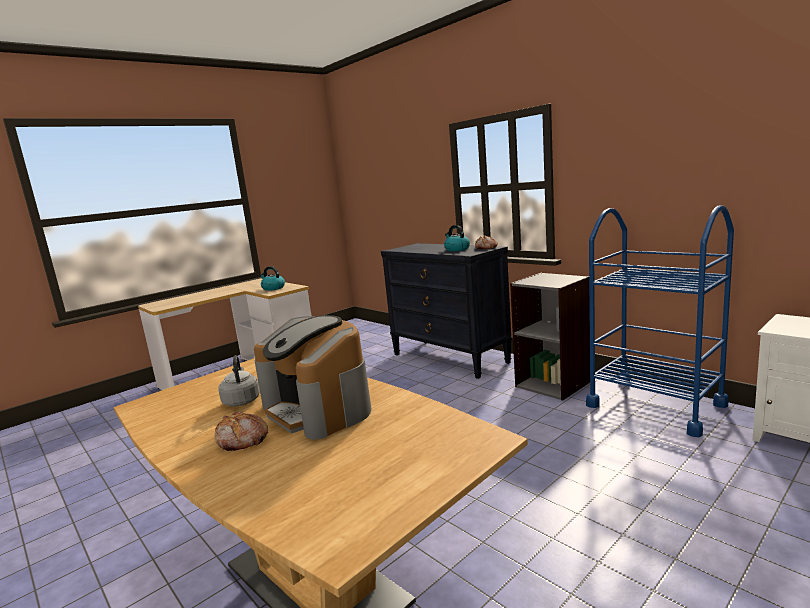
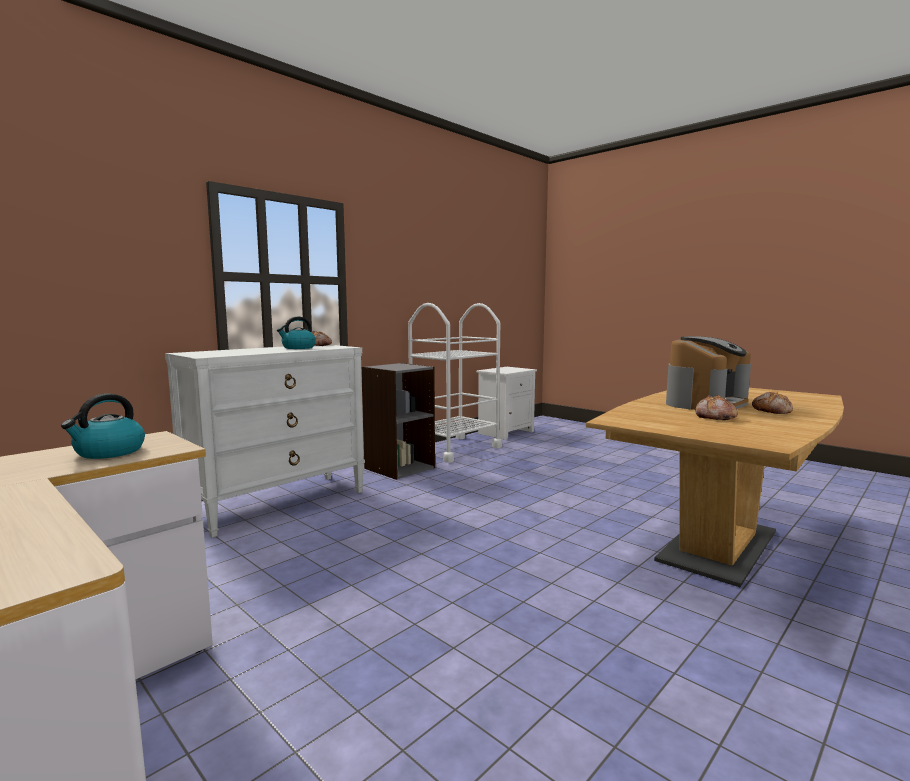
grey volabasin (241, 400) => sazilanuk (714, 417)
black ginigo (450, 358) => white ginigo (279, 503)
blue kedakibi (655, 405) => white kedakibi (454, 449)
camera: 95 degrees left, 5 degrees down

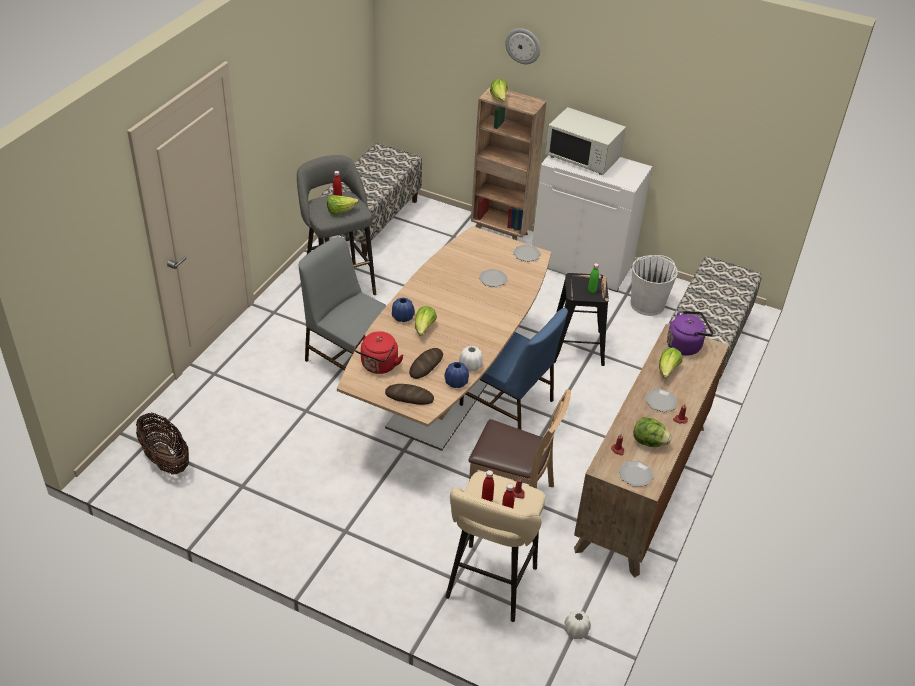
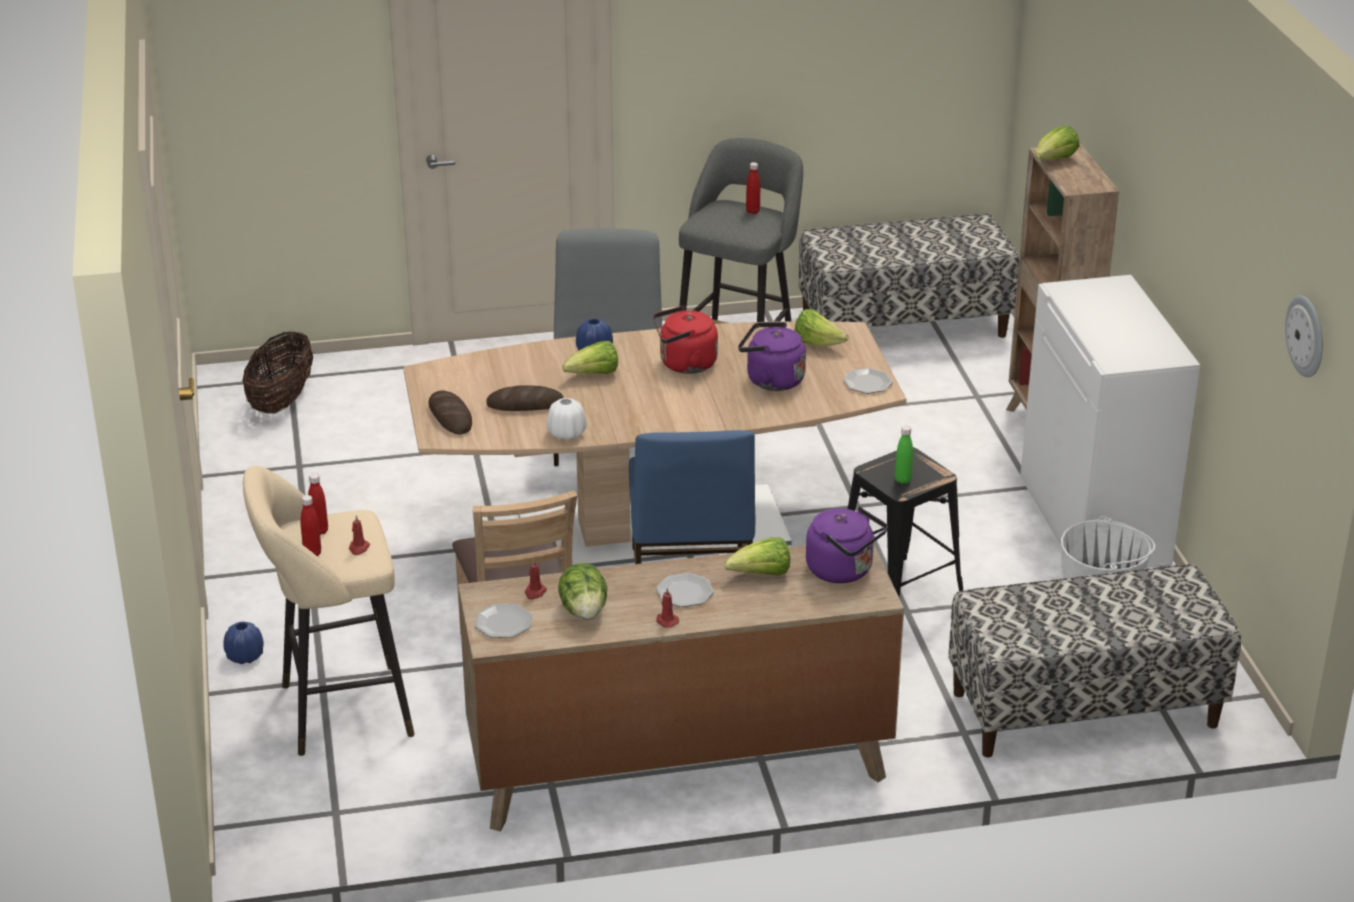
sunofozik (340, 211) => sunofozik (818, 344), moved
red volabasin (378, 366) => red volabasin (684, 364), moved
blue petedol (456, 382) => blue petedol (245, 656), moved
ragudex (492, 279) => purple volabasin (771, 380)
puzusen (523, 45) => puzusen (1306, 336), moved
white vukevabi (583, 158) => nothing
white petedol (576, 631) => nothing
camera: 55 degrees right, 10 degrees down

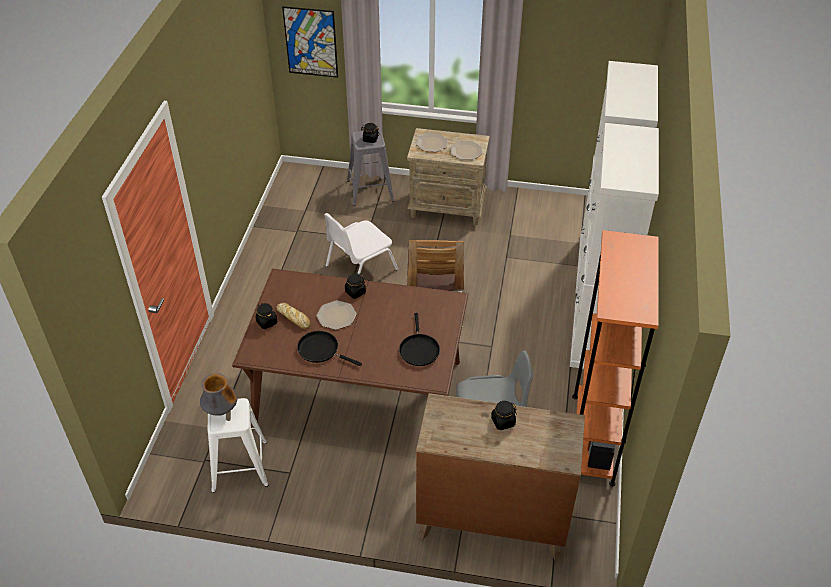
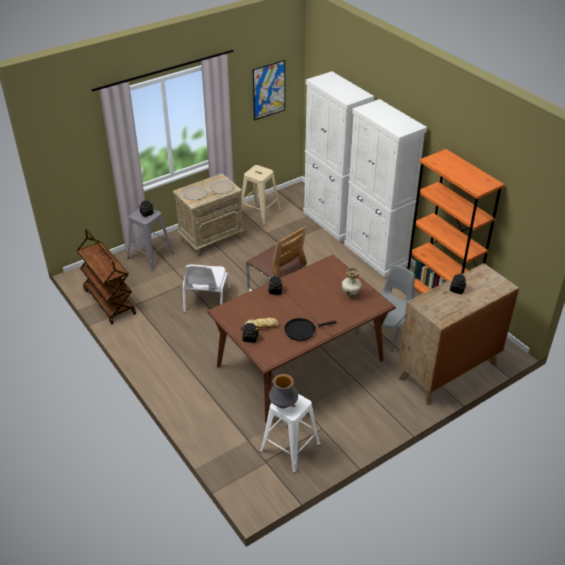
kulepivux (311, 42) => kulepivux (269, 90), moved
ragudex (336, 316) => nothing
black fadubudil (419, 349) => petedol (351, 295)
nothing => brown kedakibi (109, 301)
nothing => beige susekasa (260, 212)
camera: 45 degrees left, 5 degrees down

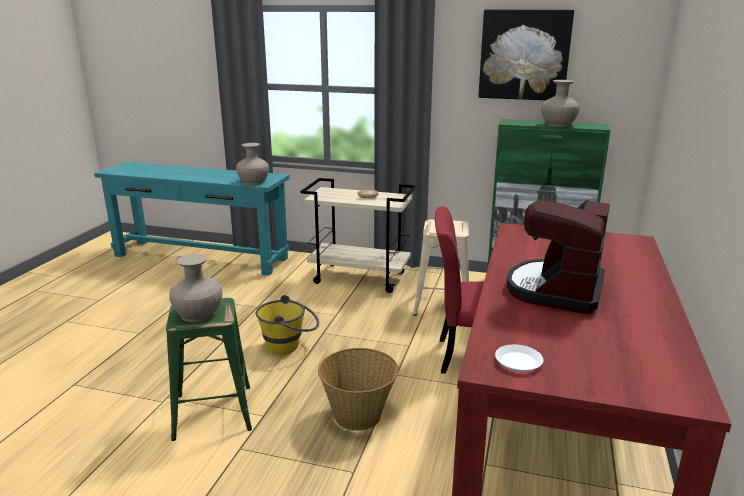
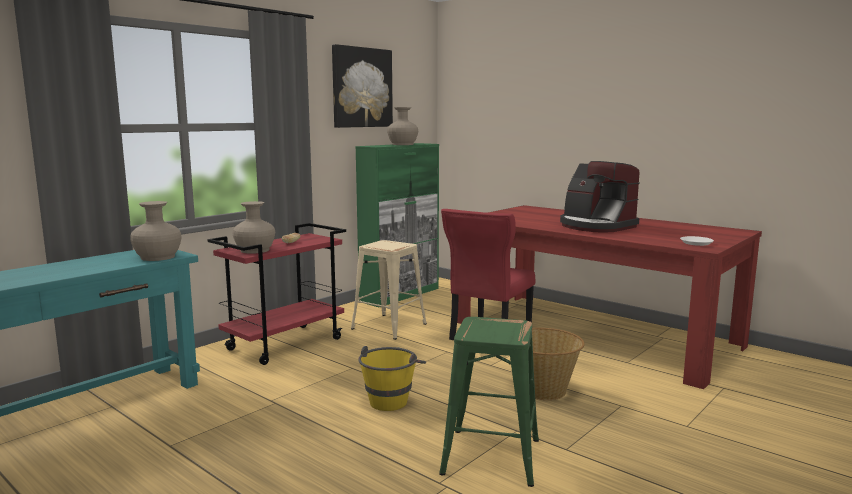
beige petedol (198, 313) => beige petedol (255, 250), moved
beige kedakibi (360, 278) => red kedakibi (285, 344)
camera: 65 degrees left, 10 degrees down

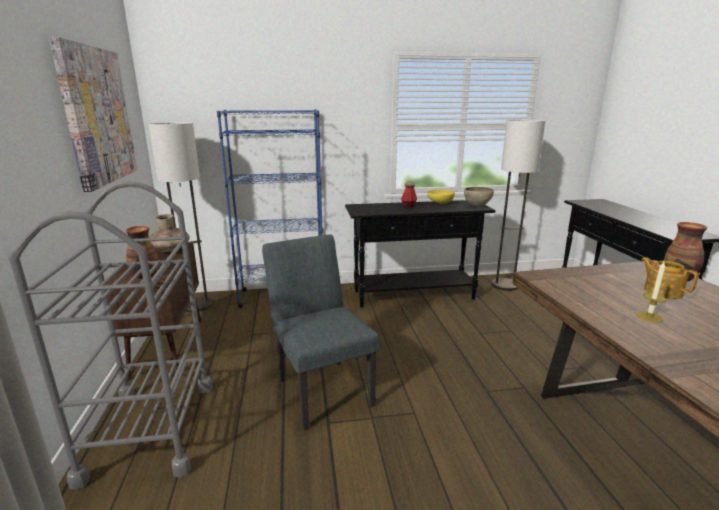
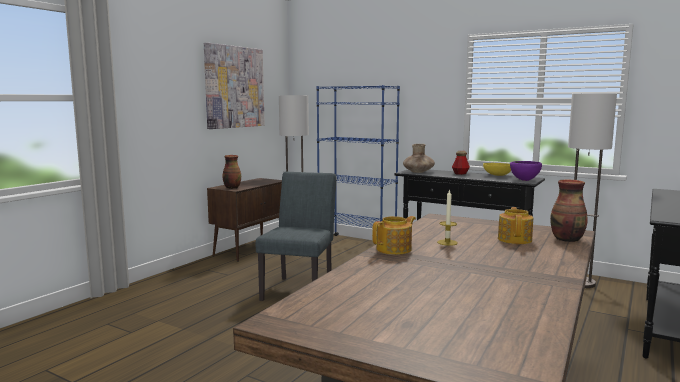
grey kedakibi (151, 429) => nothing
brown petedol (170, 249) => brown petedol (418, 172), moved
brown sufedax (477, 206) => purple sufedax (525, 180)
nothing => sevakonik (395, 249)
camera: 40 degrees right, 10 degrees down

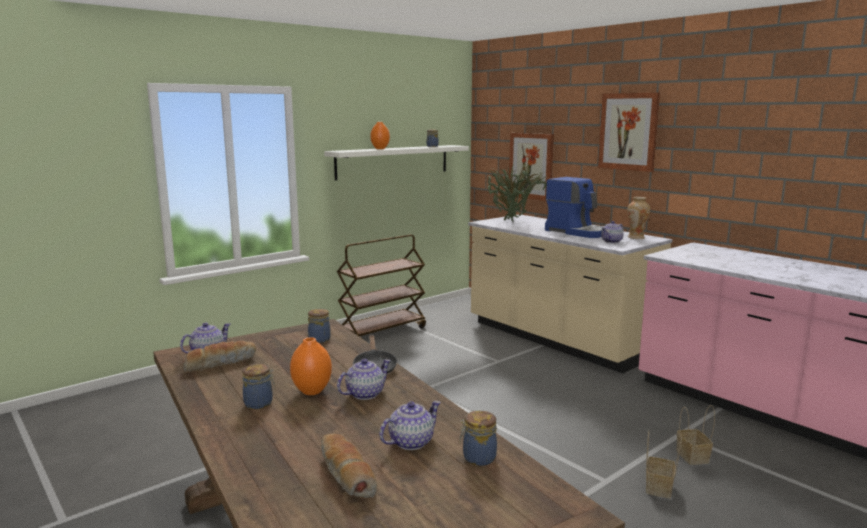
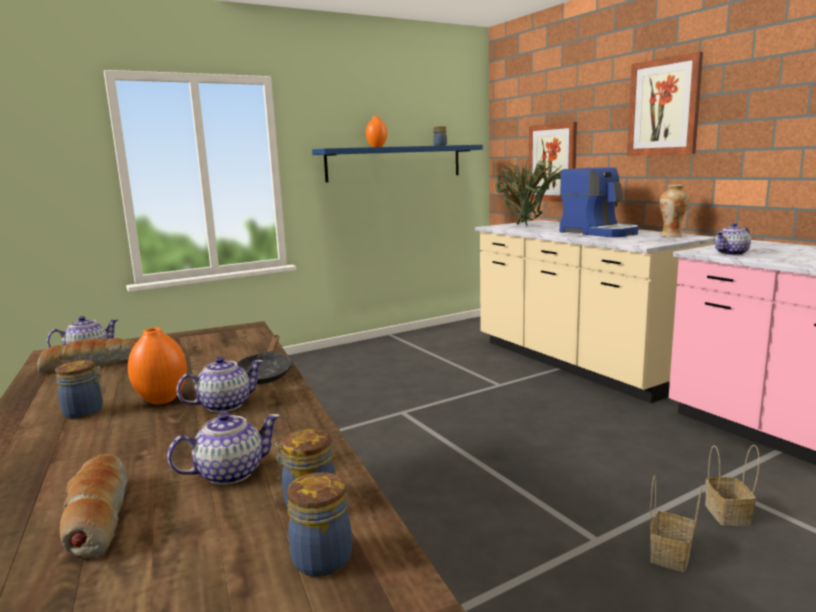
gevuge (319, 339) => gevuge (323, 557), moved
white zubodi (393, 161) => blue zubodi (395, 163)
brown kedakibi (382, 332) => nothing
sevakonik (612, 241) => sevakonik (732, 253), moved
camera: 10 degrees right, 0 degrees up

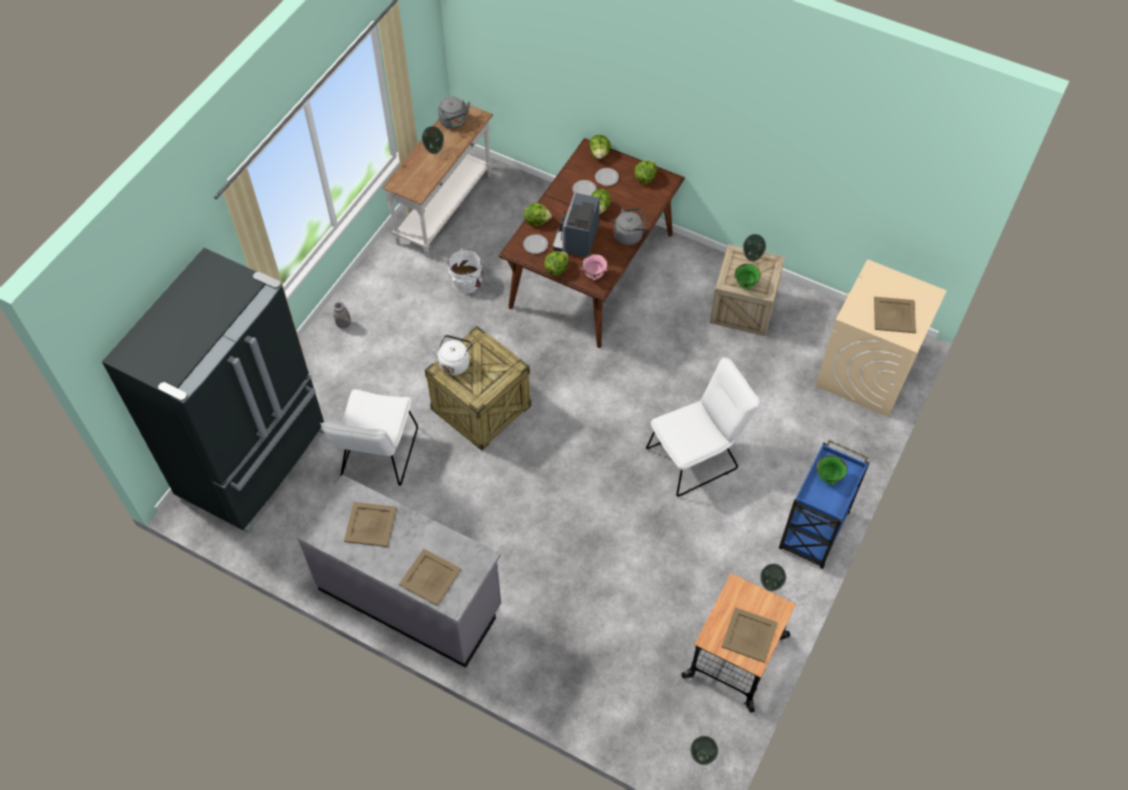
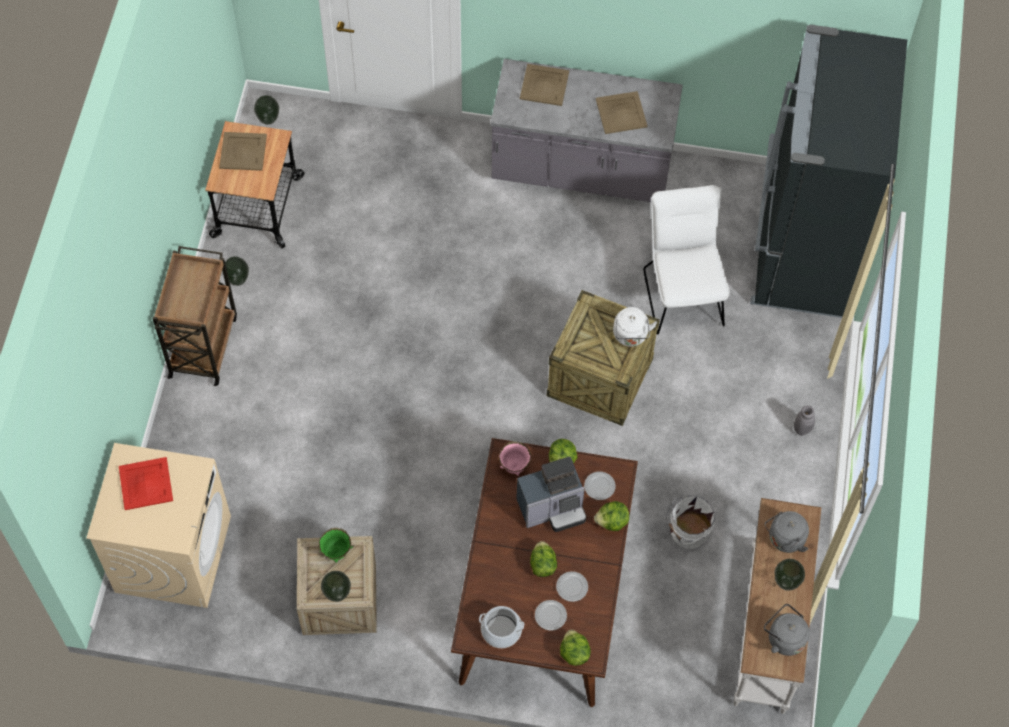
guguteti (577, 240) => guguteti (552, 508), 75 degrees clockwise
grey volabasin (629, 235) => grey volabasin (785, 540), moved
sunofozik (645, 178) => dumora (501, 631)
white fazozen (697, 456) => nothing
blue kedakibi (813, 532) => brown kedakibi (203, 345)
green sufedax (828, 477) => nothing
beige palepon (894, 315) => red palepon (145, 484)
camera: 160 degrees right, 5 degrees up

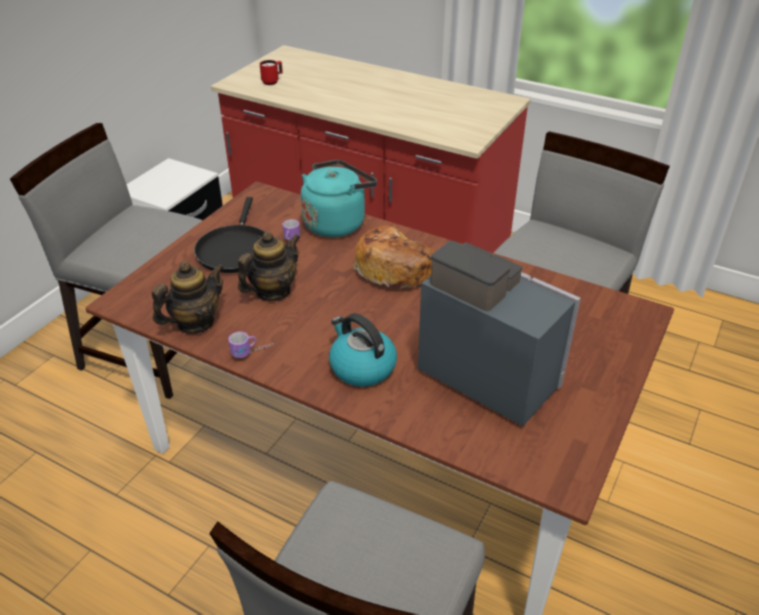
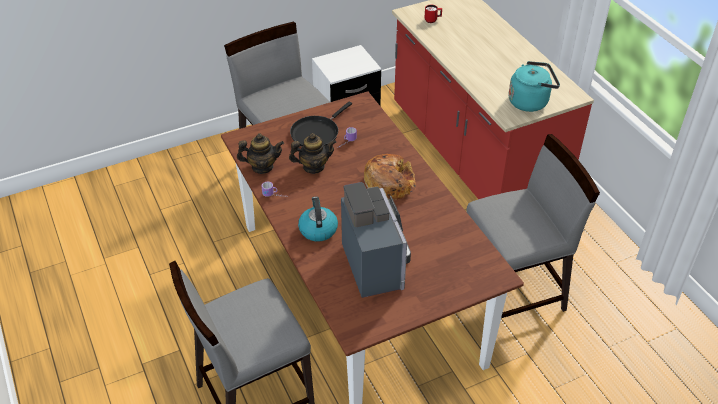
turquoise volabasin (337, 222) => turquoise volabasin (530, 101), moved
camera: 35 degrees right, 5 degrees up

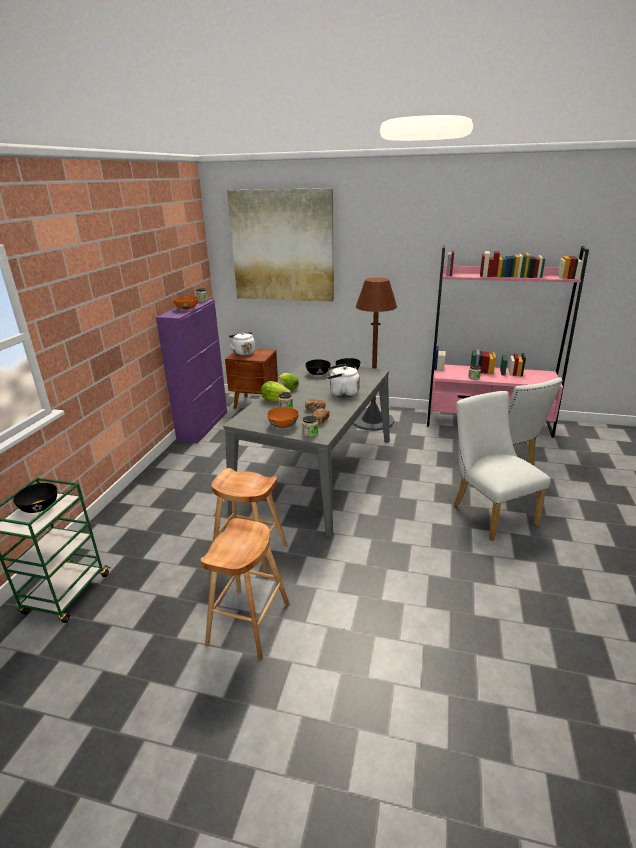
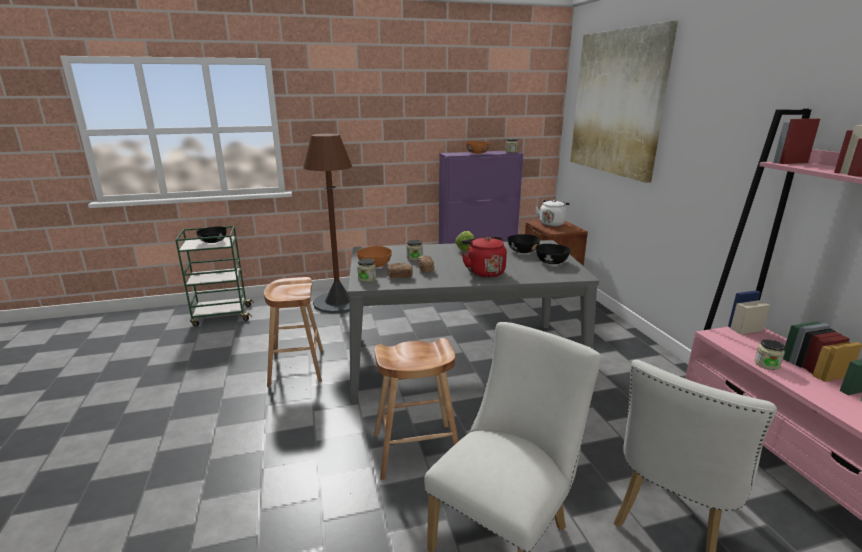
brown susekasa (249, 622) => brown susekasa (417, 450), moved
sunofozik (274, 400) => nothing
white volabasin (342, 394) => red volabasin (483, 272)
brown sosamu (372, 421) => brown sosamu (338, 302), moved
camera: 60 degrees right, 5 degrees down

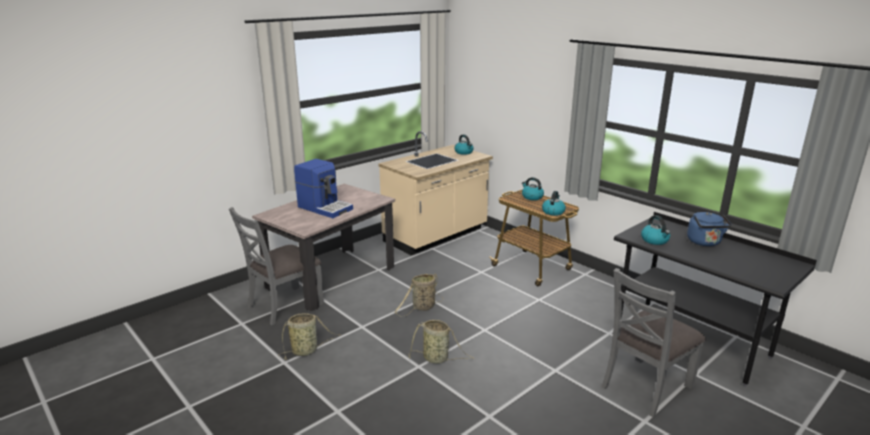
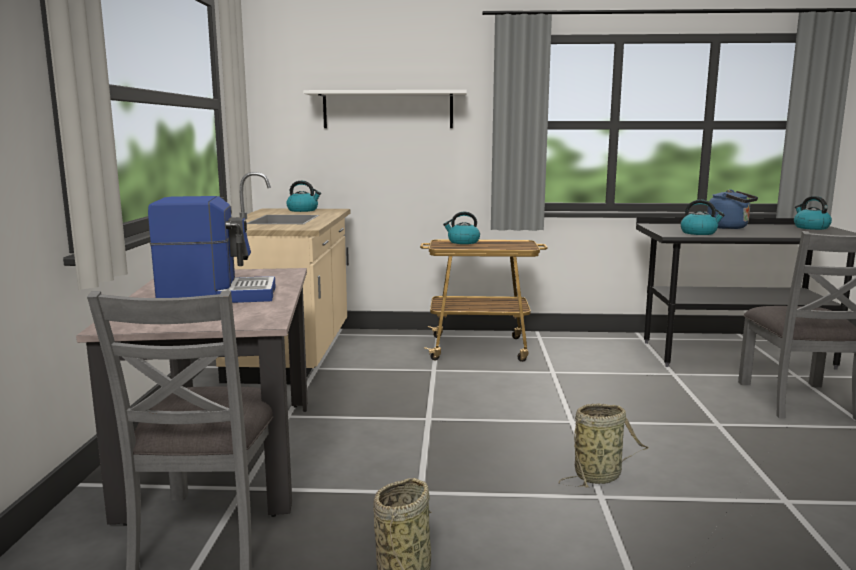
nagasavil (422, 307) => nothing
volabasin (553, 212) => volabasin (810, 227), moved
nothing => white zubodi (387, 110)
camera: 45 degrees left, 10 degrees down

